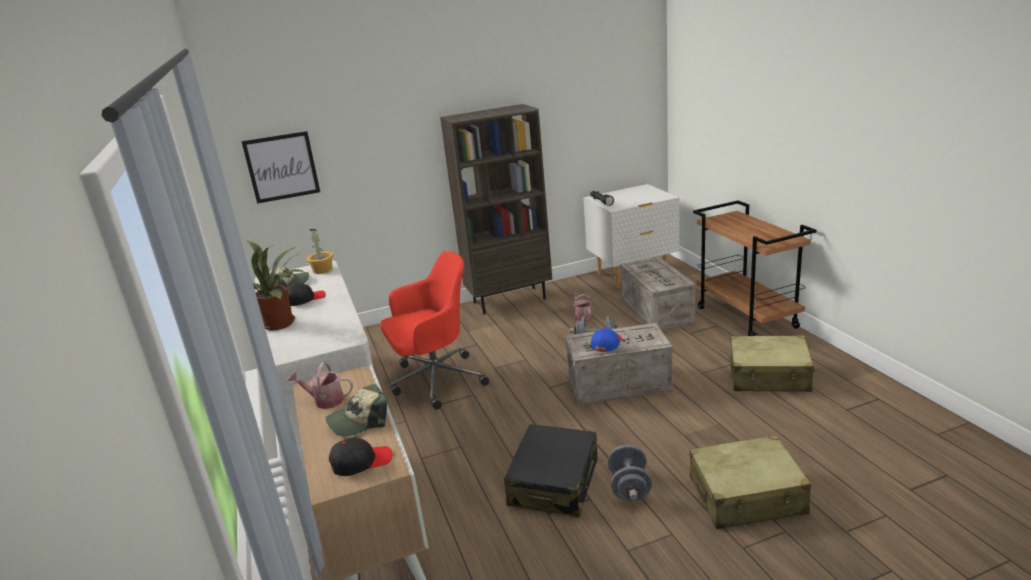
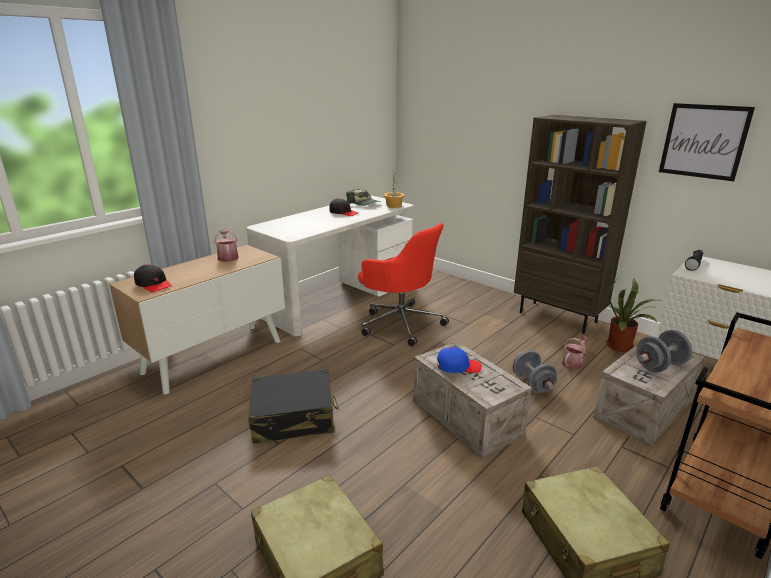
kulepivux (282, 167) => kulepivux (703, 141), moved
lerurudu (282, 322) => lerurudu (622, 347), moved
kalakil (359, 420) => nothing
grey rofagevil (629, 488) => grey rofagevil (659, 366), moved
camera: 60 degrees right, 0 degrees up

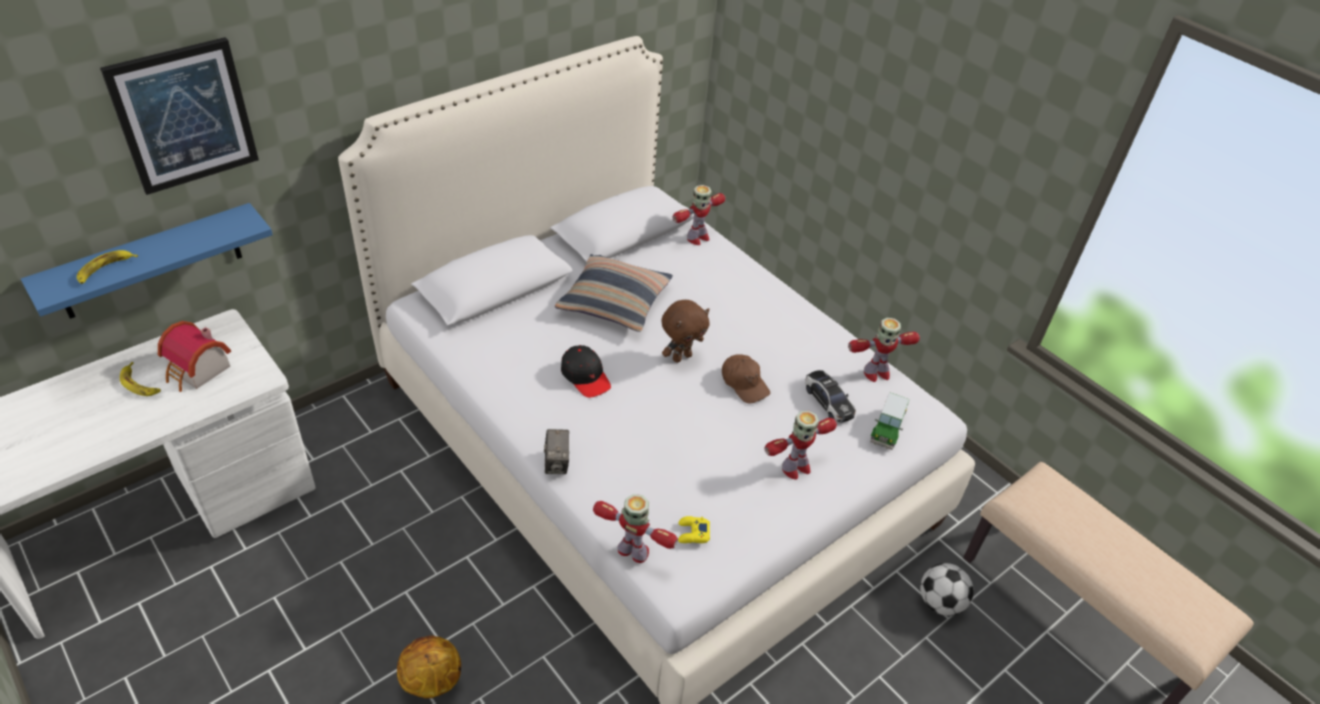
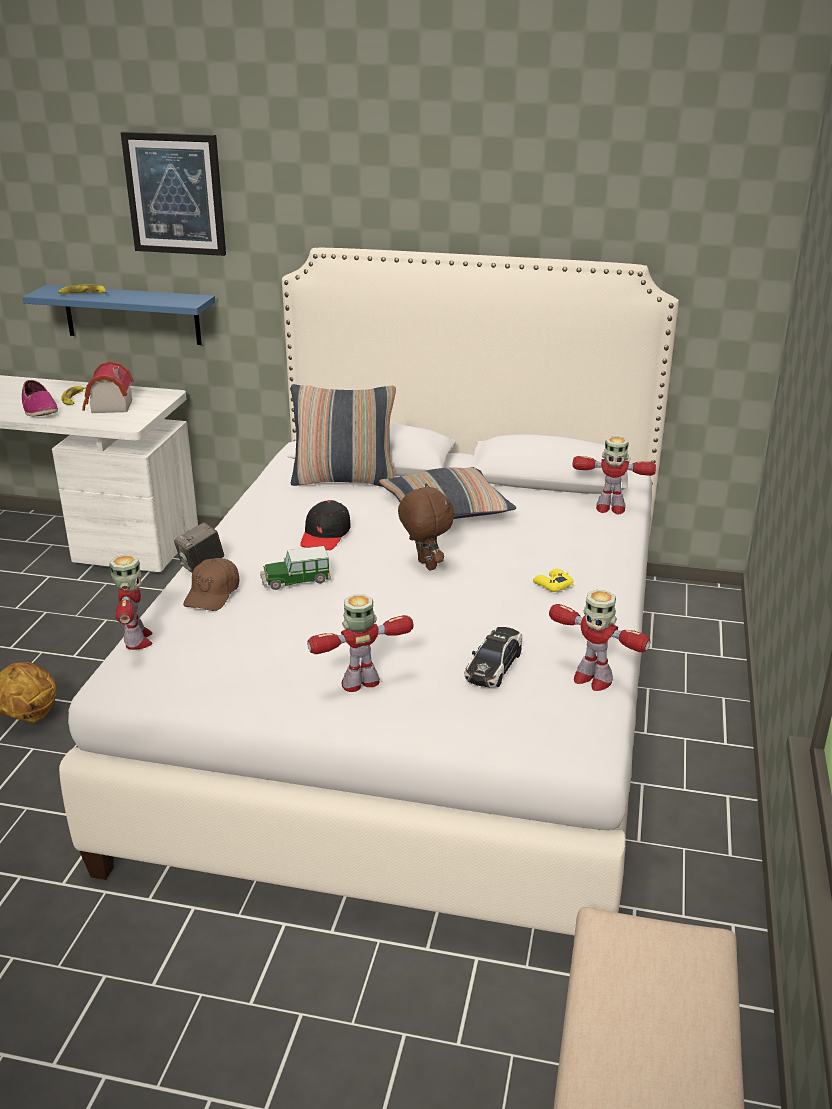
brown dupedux (681, 357) => brown dupedux (425, 565), 135 degrees counterclockwise
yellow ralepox (693, 533) => yellow ralepox (552, 584), moved
brown kalakil (744, 383) => brown kalakil (213, 594), moved
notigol (795, 468) => notigol (361, 683), 135 degrees clockwise
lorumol (887, 429) => lorumol (295, 580), moved
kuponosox (940, 603) => nothing
nothing => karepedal (39, 409)
nothing => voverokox (344, 480)
camera: 55 degrees right, 15 degrees down

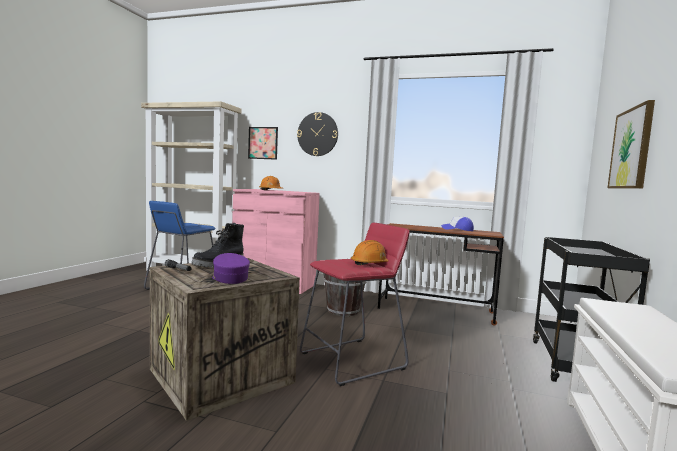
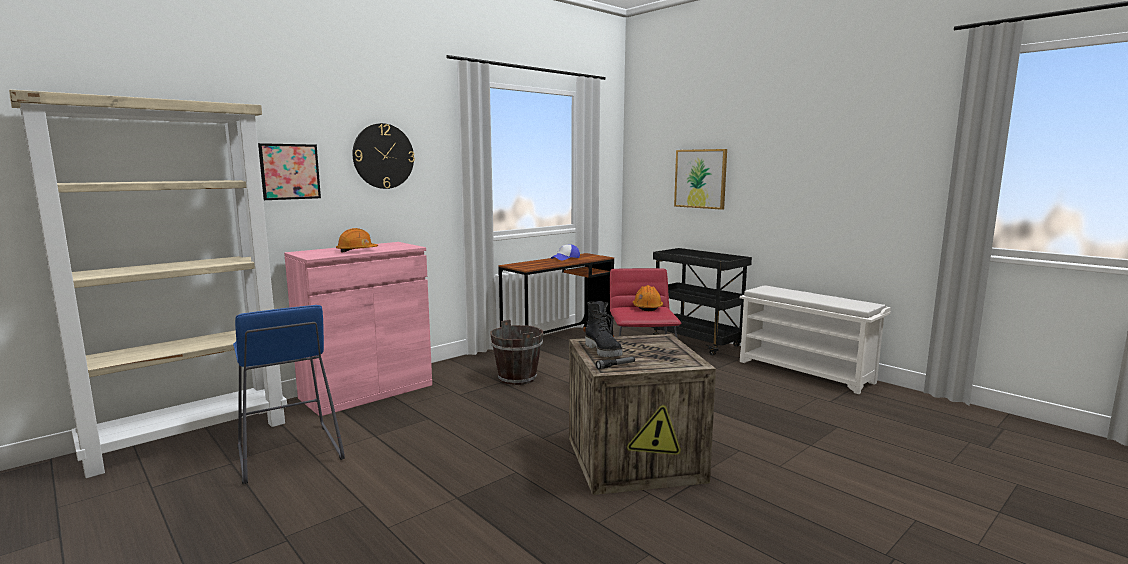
purple kalakil (230, 278) => nothing
camera: 60 degrees left, 5 degrees up

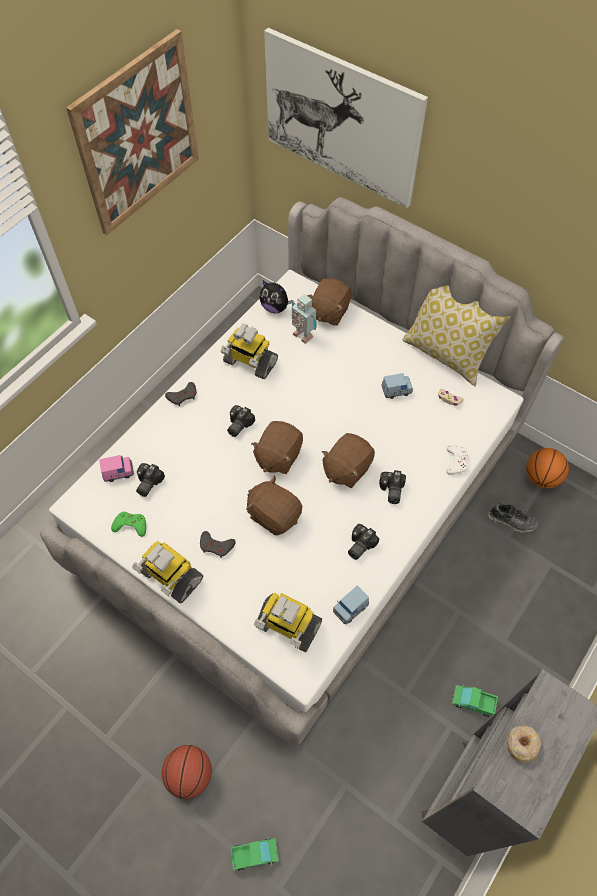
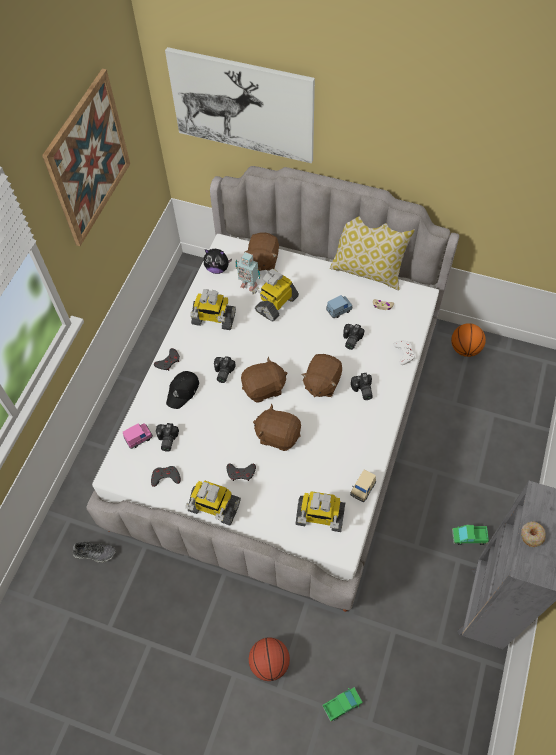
green ralepox (130, 525) => grey ralepox (165, 477)
brown dupedux (278, 456) => brown dupedux (264, 388), 120 degrees counterclockwise
blue lorumol (350, 608) => beige lorumol (362, 489)
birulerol (359, 545) => birulerol (350, 340), moved
karepedal (511, 520) => karepedal (95, 553), moved
nothing => black kalakil (183, 391)
nothing => notigol (276, 303)
camera: 15 degrees left, 0 degrees up

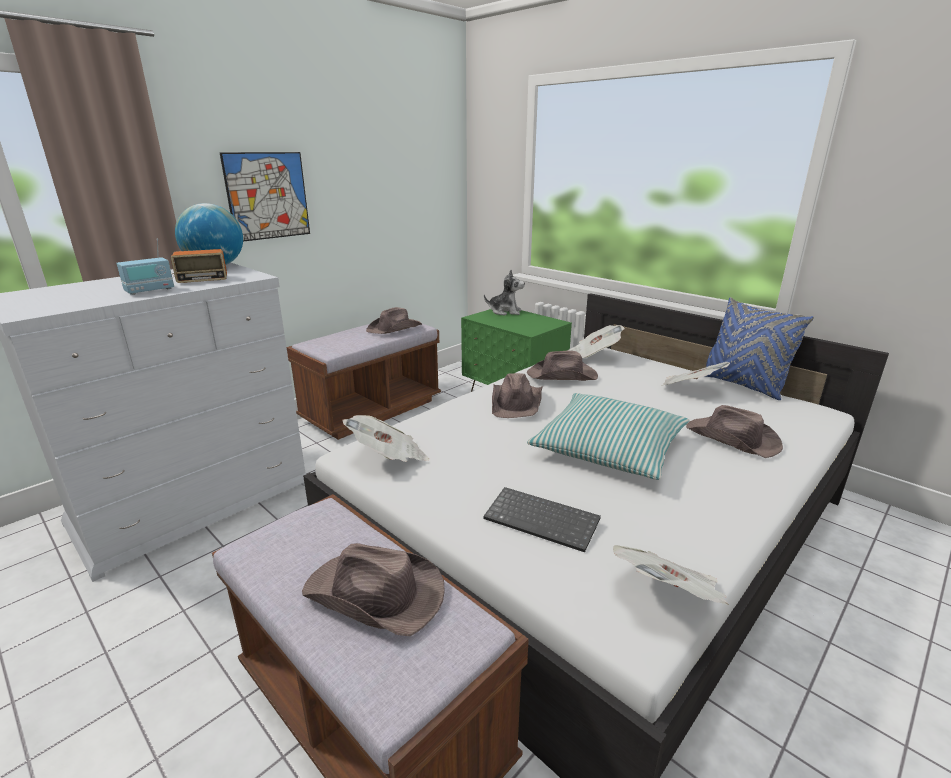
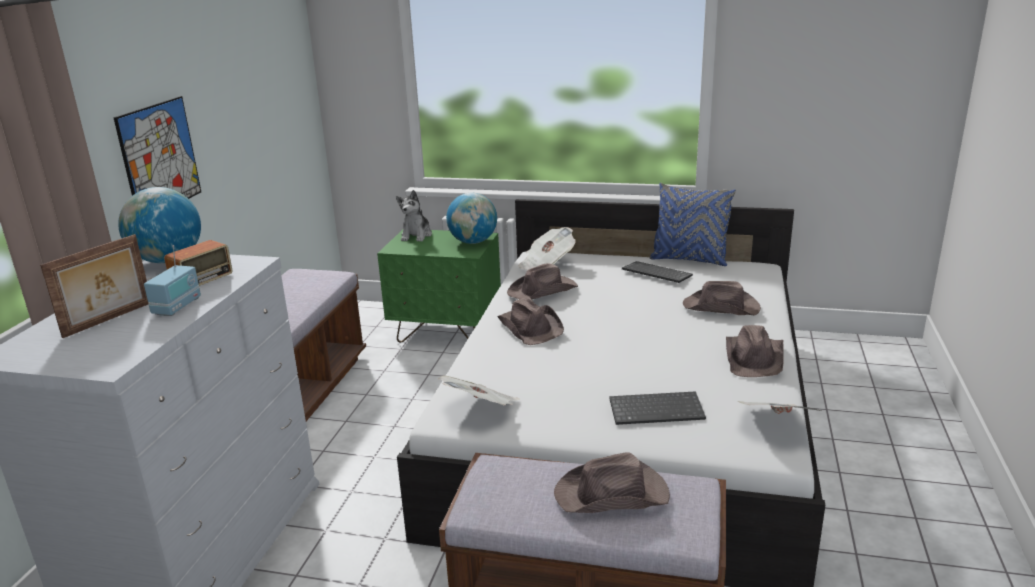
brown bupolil (395, 328) => brown bupolil (754, 358), moved
dupedux (505, 312) => dupedux (416, 235), 120 degrees clockwise
voverokox (609, 448) => nothing
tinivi (690, 389) => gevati (655, 274)
nothing => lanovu (109, 320)
nothing => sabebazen (473, 242)
camera: 30 degrees left, 0 degrees up

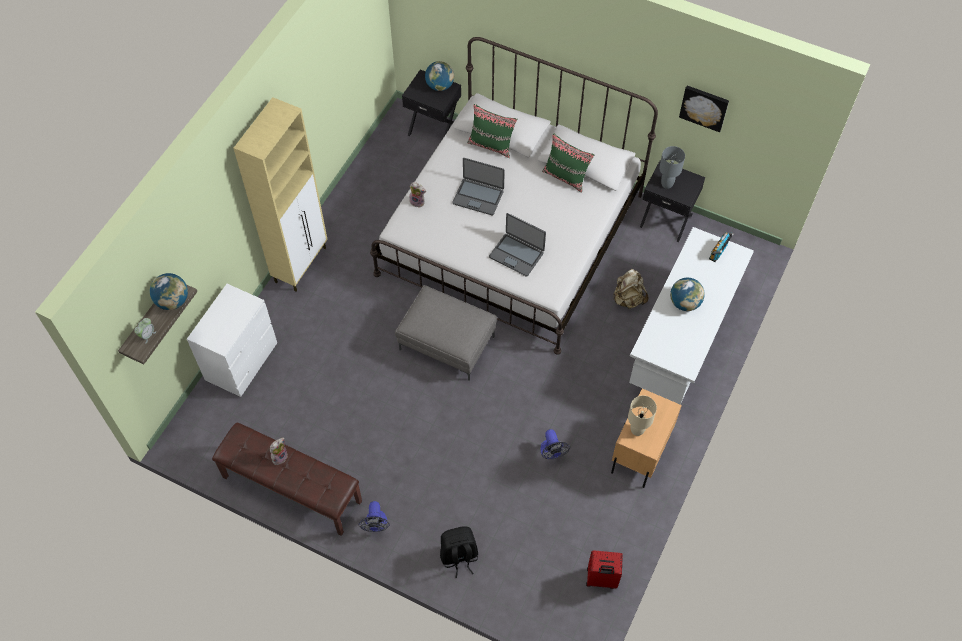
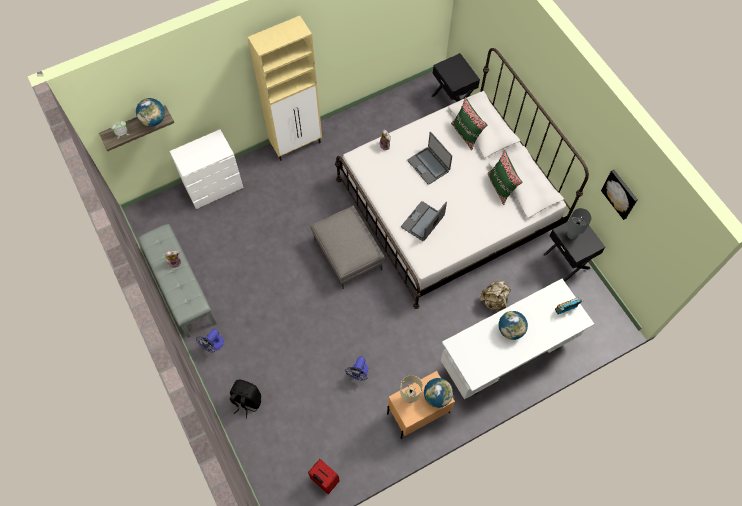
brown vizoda (291, 489) => grey vizoda (181, 288)
sabebazen (440, 86) => sabebazen (437, 396), moved
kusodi (516, 254) => kusodi (423, 222), 60 degrees clockwise
camera: 35 degrees right, 5 degrees up

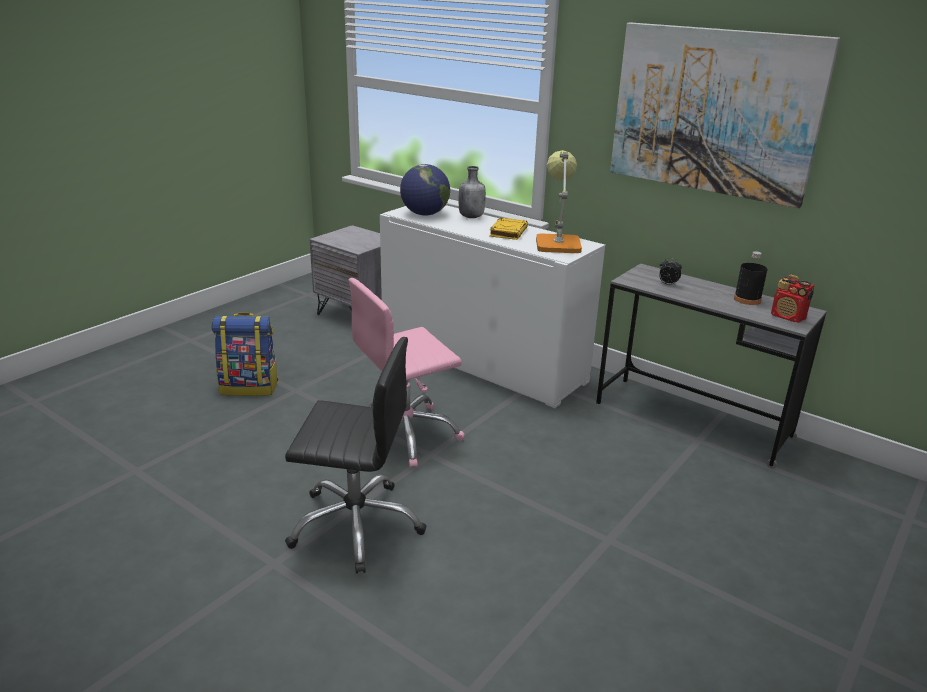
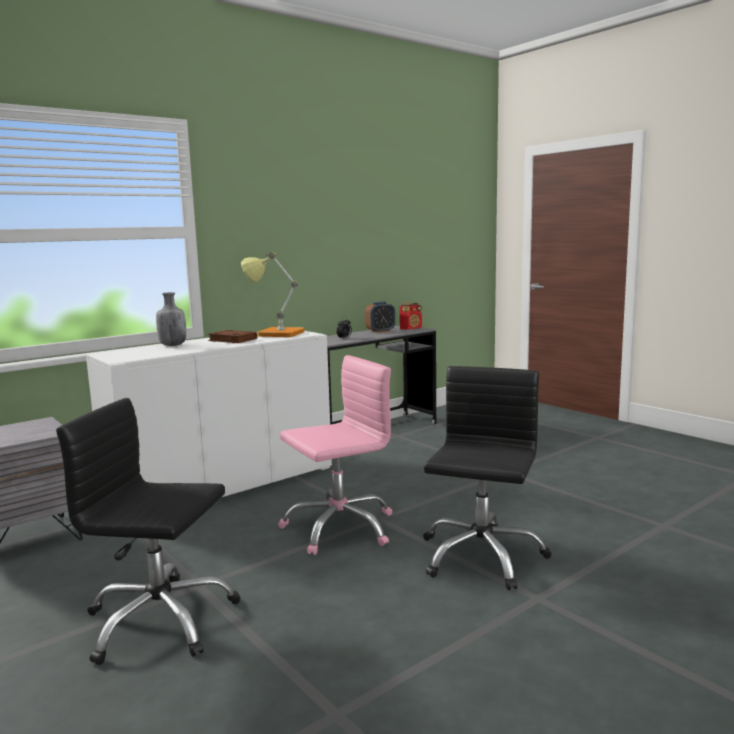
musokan (250, 387) => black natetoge (160, 620)
pink natetoge (404, 435) => pink natetoge (339, 527), 105 degrees counterclockwise
sabebazen (425, 214) => nothing
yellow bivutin (508, 232) => brown bivutin (232, 340)
kulepivux (713, 112) => nothing
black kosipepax (747, 299) => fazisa (380, 331)
camera: 75 degrees left, 15 degrees down

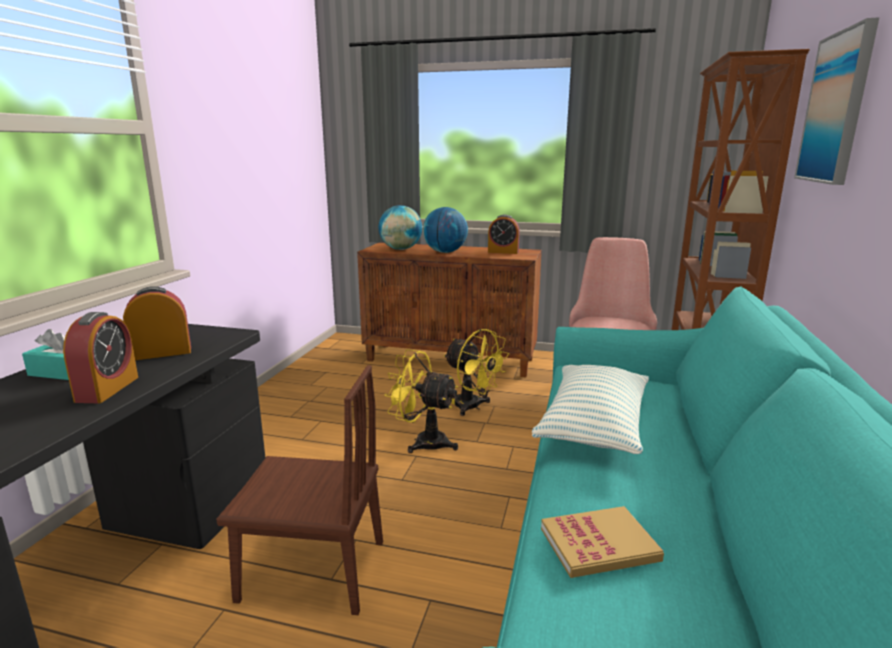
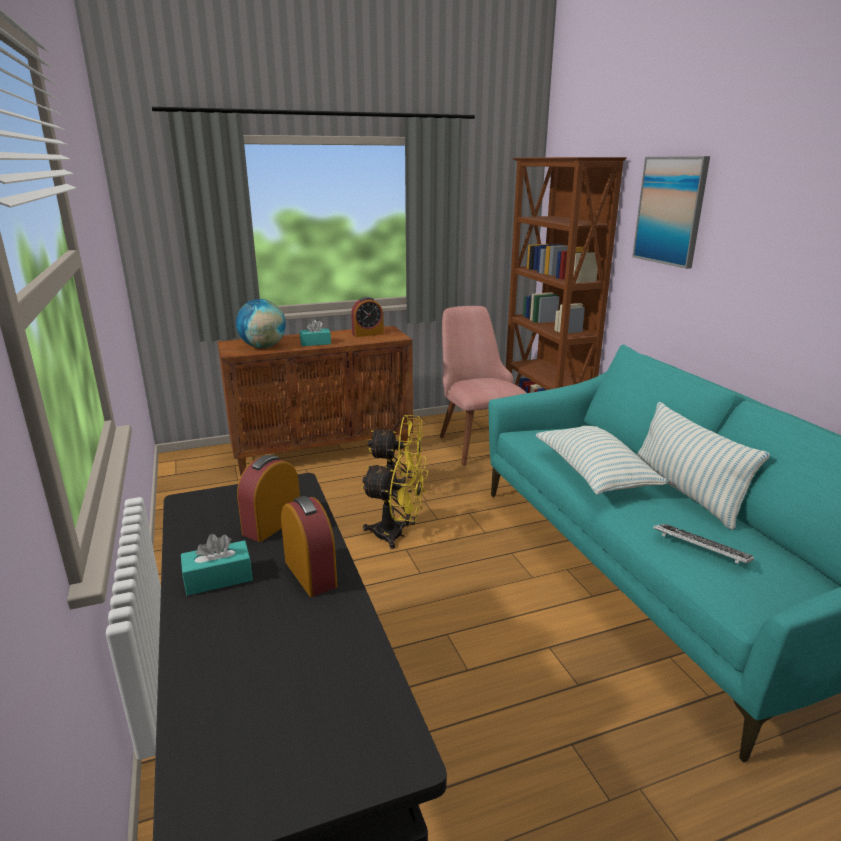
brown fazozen (312, 570) => nothing
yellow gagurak (423, 442) => yellow gagurak (396, 535), 150 degrees counterclockwise
sabebazen (445, 252) => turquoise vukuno (315, 343)
bivutin (599, 545) => gevati (700, 549)
nothing => voverokox (685, 493)
camera: 35 degrees left, 5 degrees up

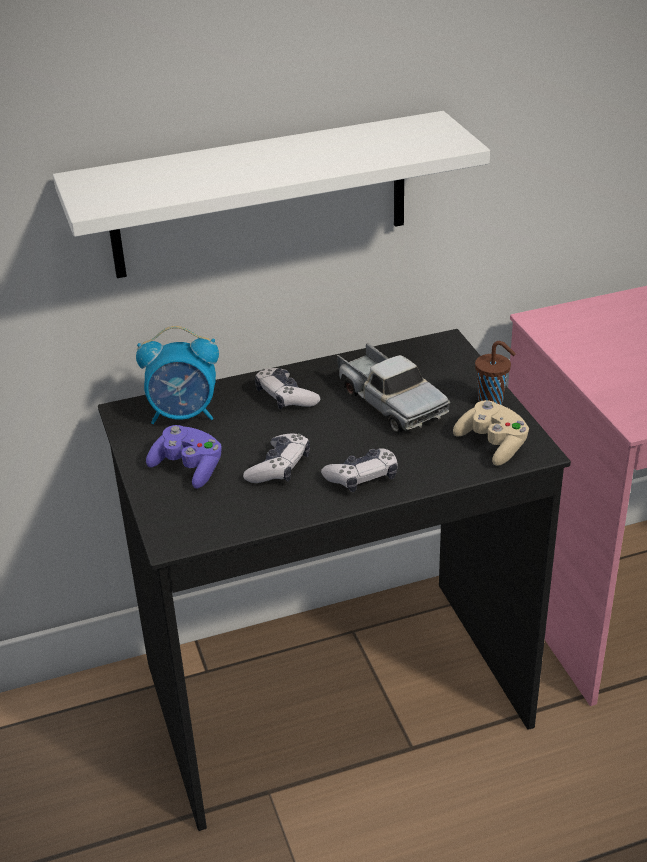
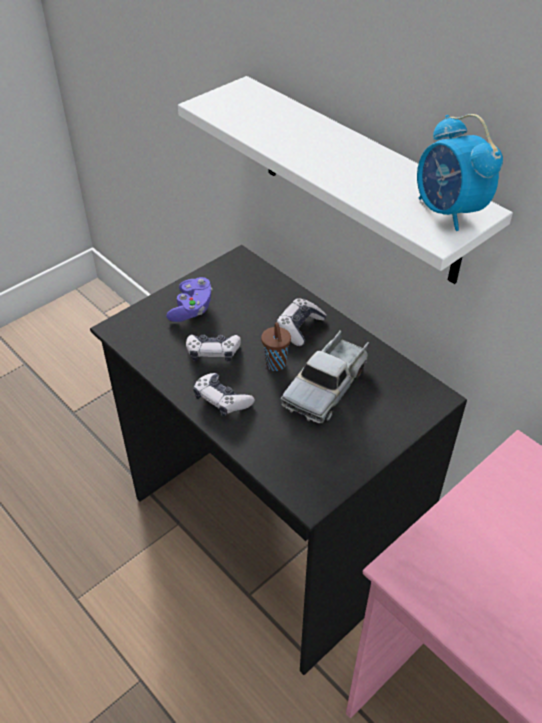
fazisa (184, 415) => fazisa (448, 212), moved
beige ralepox (492, 445) => nothing
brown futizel (492, 402) => brown futizel (276, 365), moved
camera: 65 degrees right, 10 degrees up

